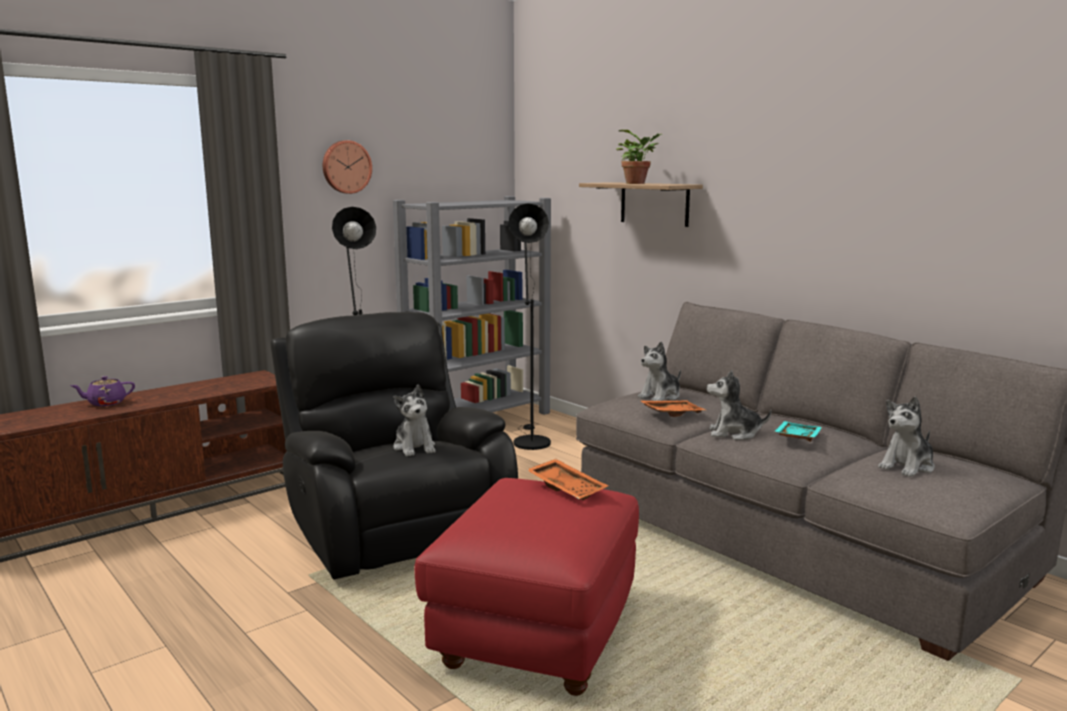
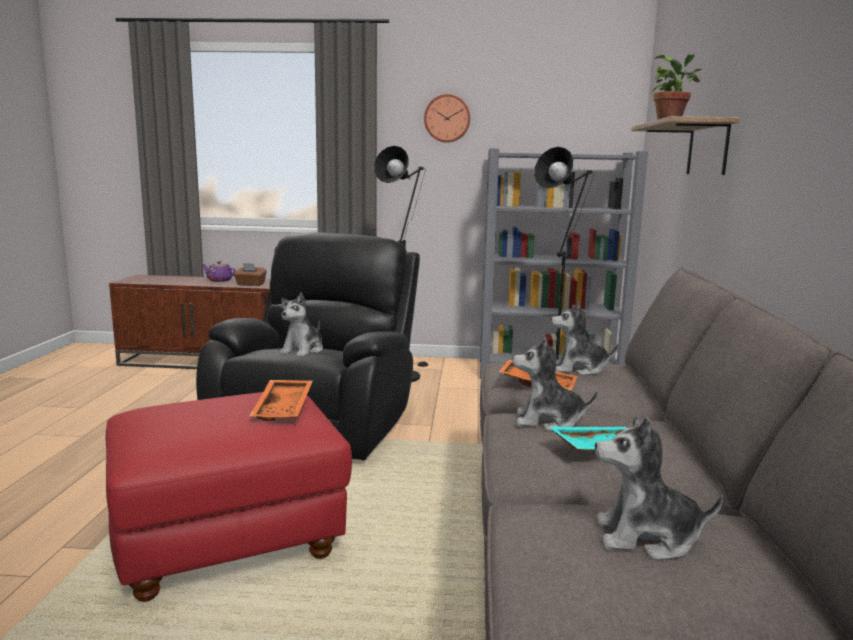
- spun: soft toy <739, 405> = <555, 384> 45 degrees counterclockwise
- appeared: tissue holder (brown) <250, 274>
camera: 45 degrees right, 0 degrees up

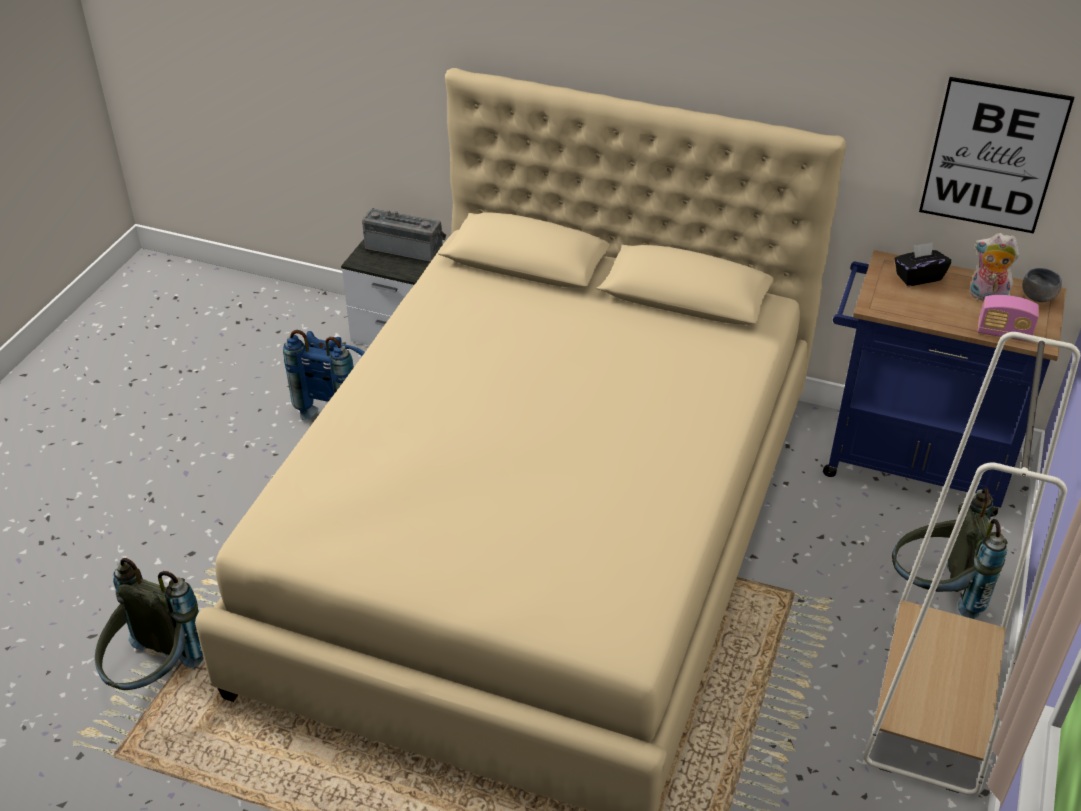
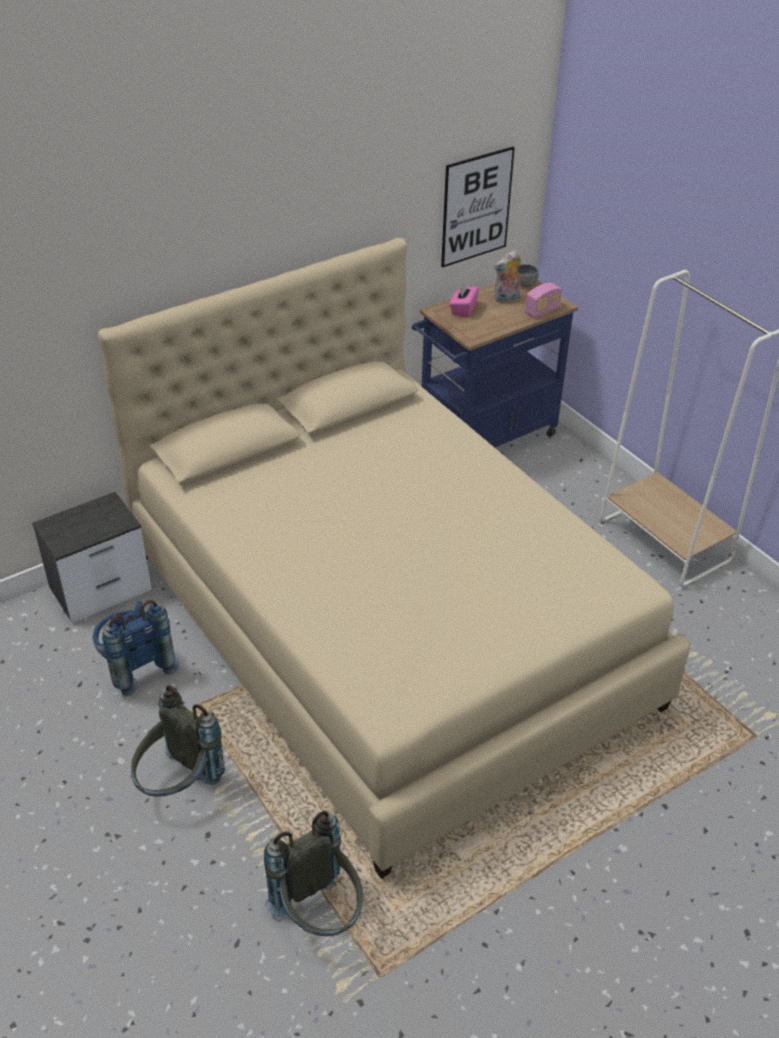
- missing: radio set <404, 235>
- relocated: knapsack (grey) <950, 553> to <178, 740>
- colour: tissue holder (black-coloured) <922, 264> to tissue holder (pink) <464, 300>
camera: 55 degrees left, 0 degrees up

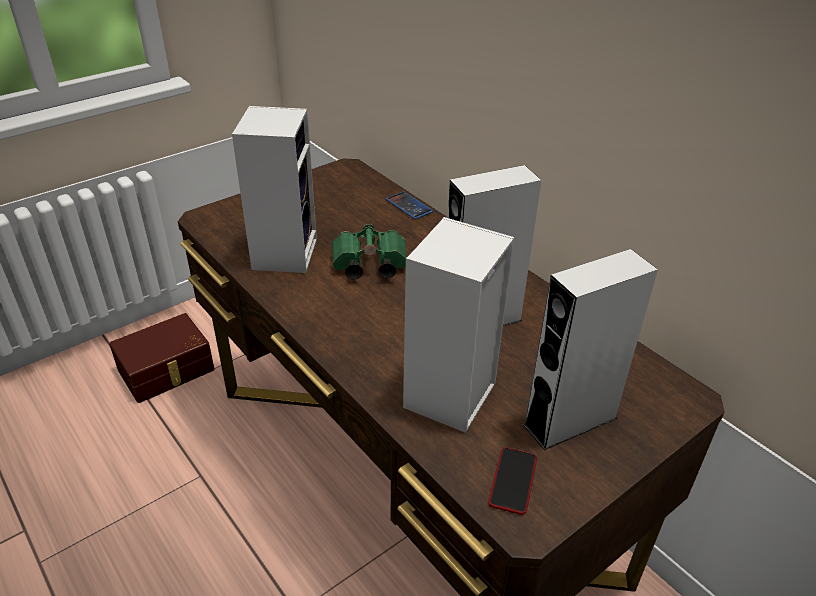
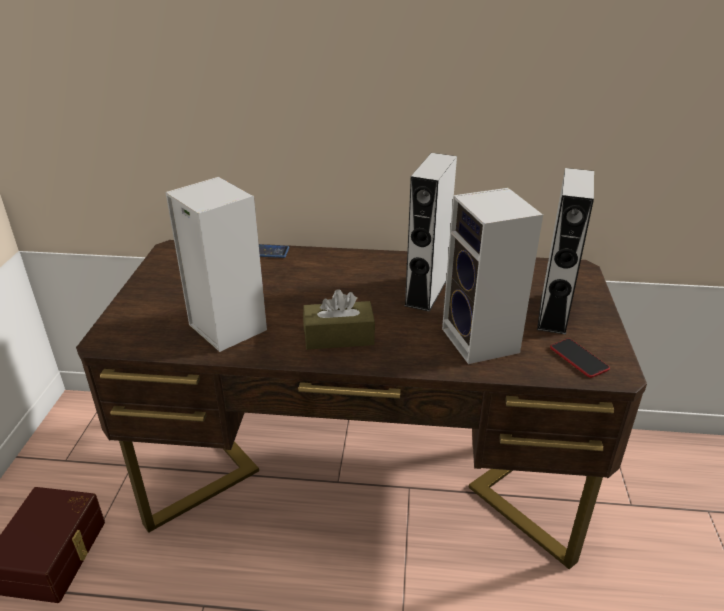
- missing: pair of binoculars (green-coloured) <369, 251>
- appeared: tissue holder (brown) <339, 319>
camera: 45 degrees left, 5 degrees down

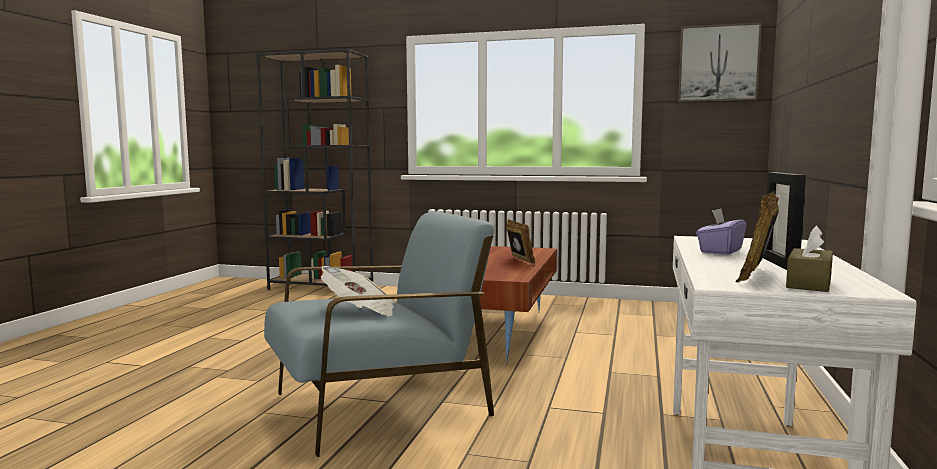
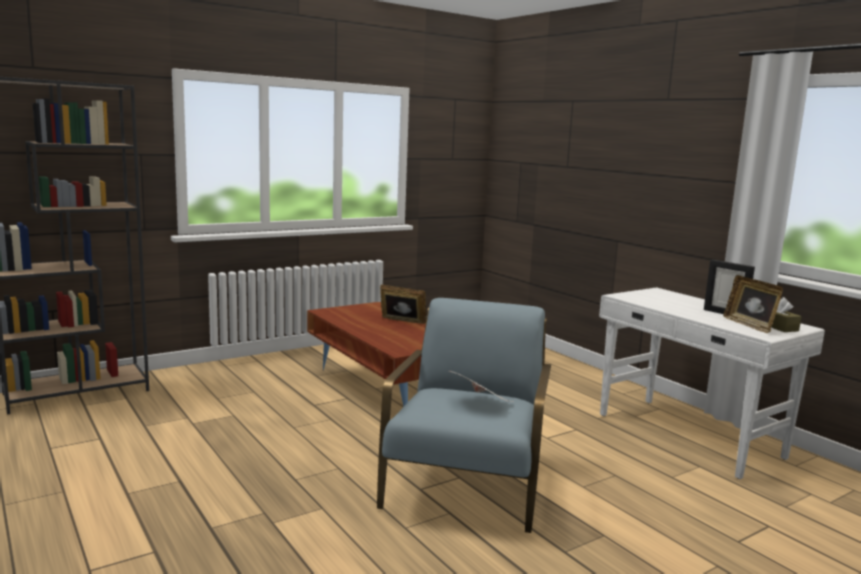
- missing: picture <720, 62>
- missing: tissue holder (purplish) <721, 231>
camera: 50 degrees left, 5 degrees up

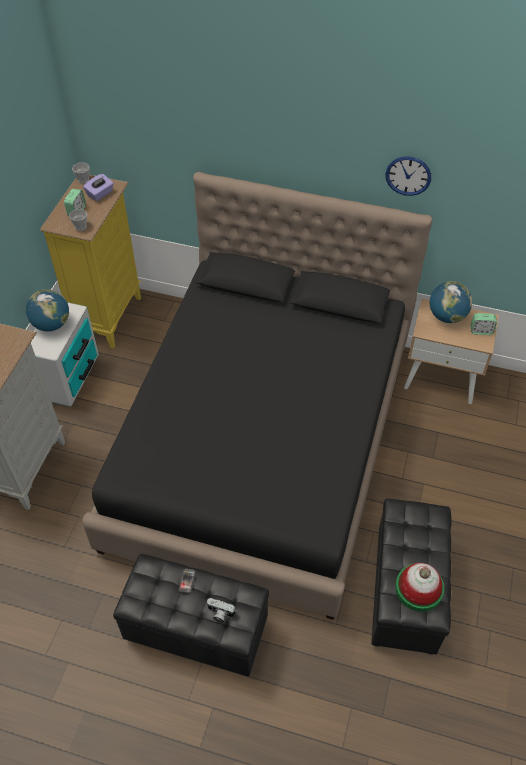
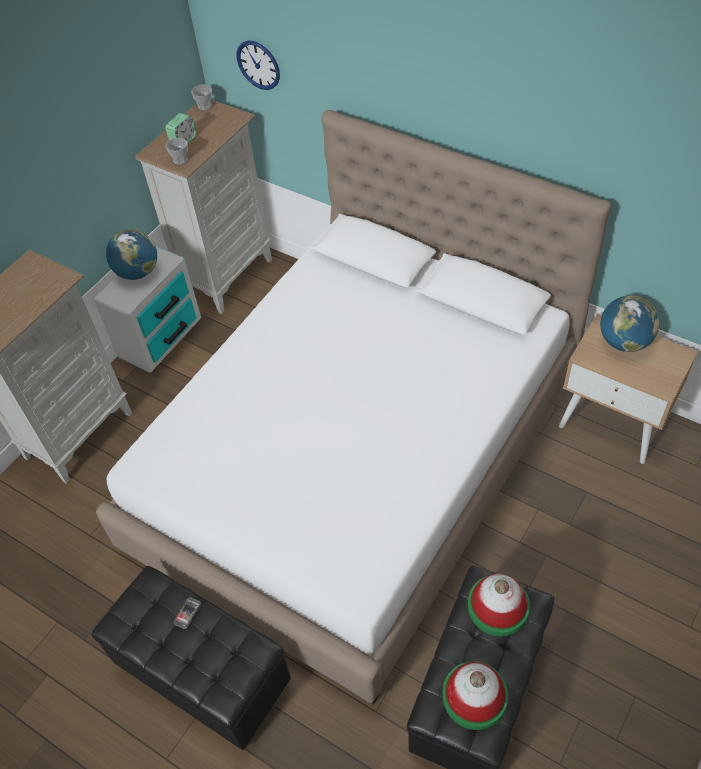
- colour: drawer chest (yellow-coloured) <90, 262> to drawer chest (white-coloured) <203, 207>
- colour: bedroom bed (black-coloured) <257, 396> to bedroom bed (white-coloured) <353, 407>
- missing: tissue holder (purplish) <98, 187>
- missing: still camera <221, 610>
- relocated: wall clock <408, 176> to <258, 65>
- missing: alarm clock <484, 324>
- appeared: hat <499, 605>
camera: 20 degrees right, 0 degrees up

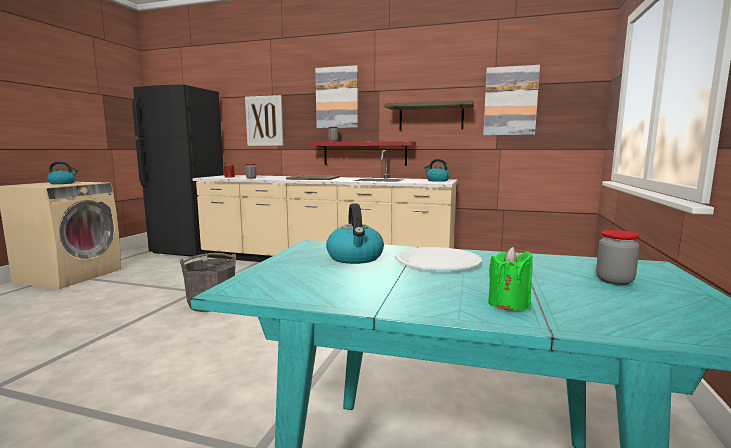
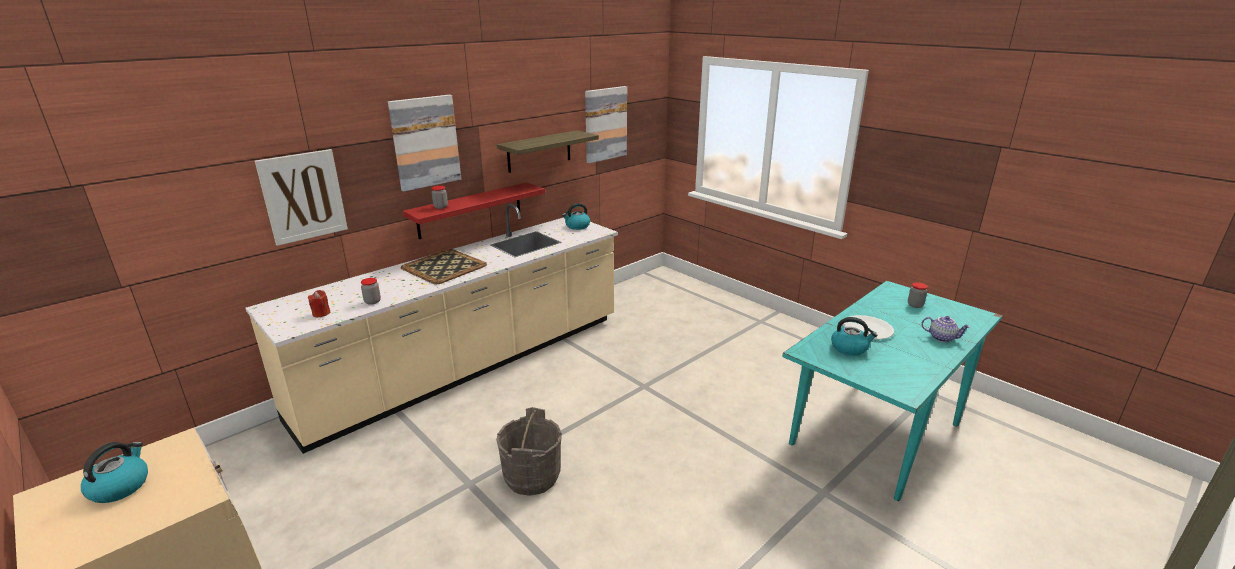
- missing: refrigerator (black-coloured) <178, 170>
- exchanged: wax light (green-coloured) <510, 279> to pot for tea <945, 329>
camera: 60 degrees left, 15 degrees up

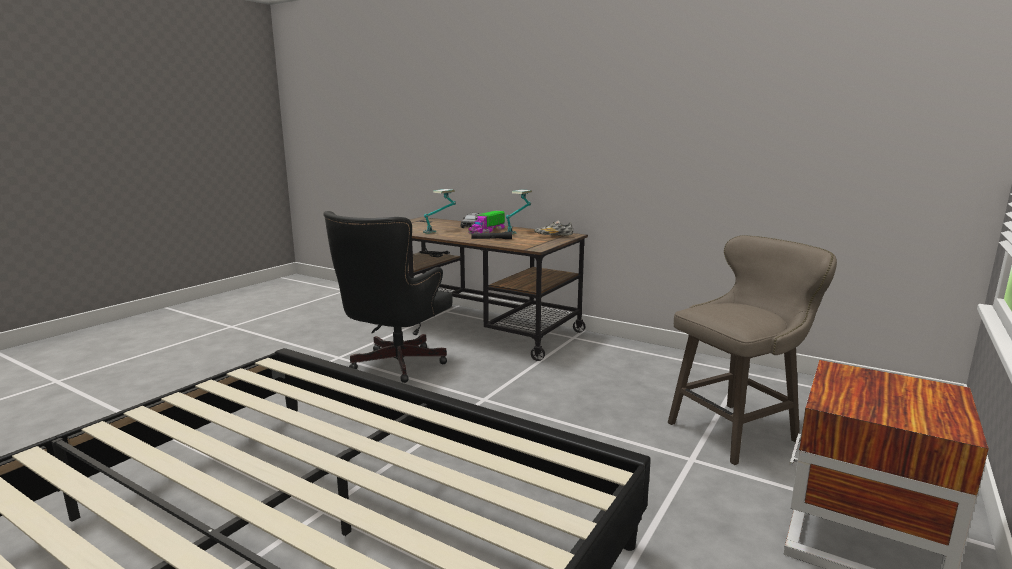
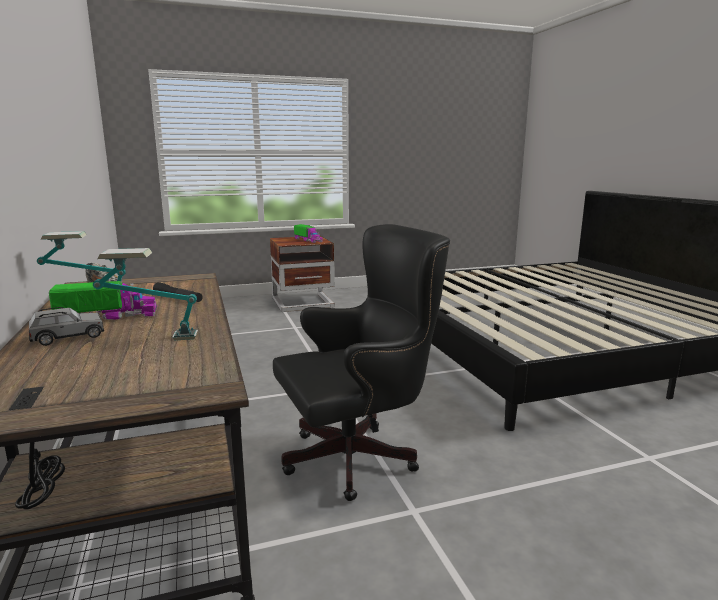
- missing: stool seat (beige-coloured) <752, 350>
- appeared: toy truck <308, 233>
camera: 140 degrees left, 0 degrees up

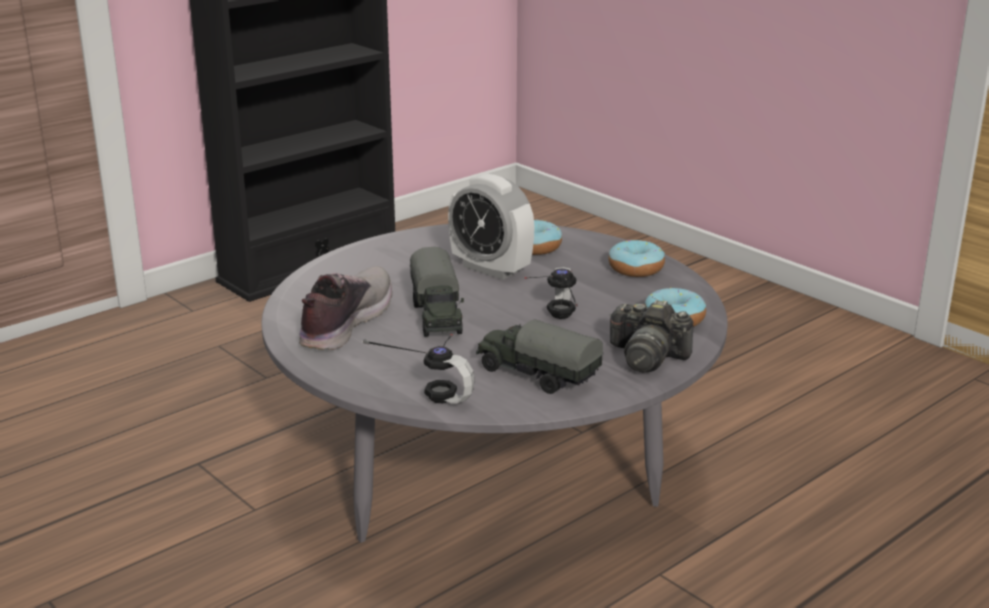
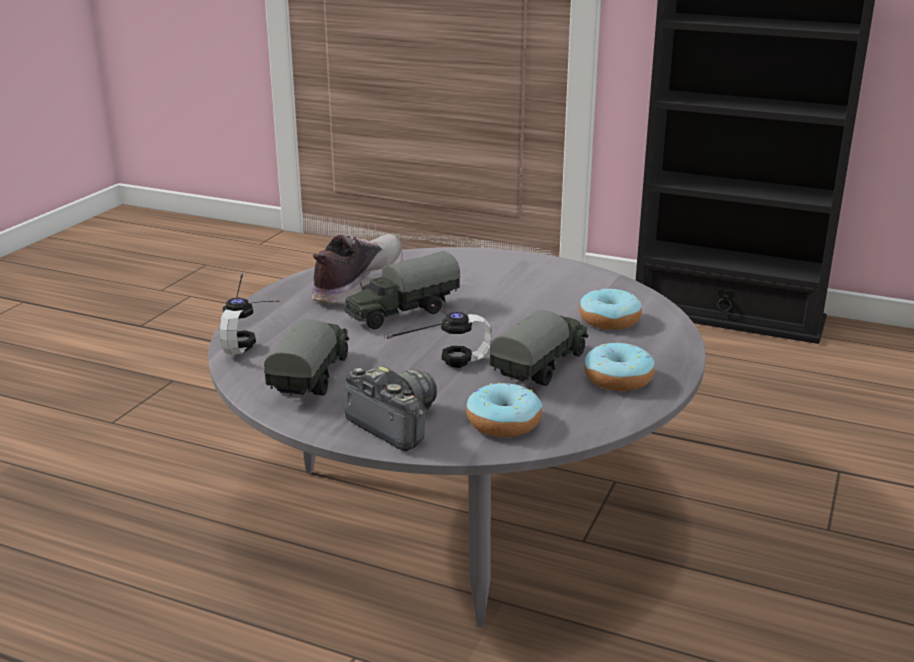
- spun: shoe <345, 308> = <357, 269> 60 degrees counterclockwise
- missing: alarm clock <491, 226>
- spun: still camera <651, 336> = <391, 408> 135 degrees clockwise
- appeared: toy truck <538, 348>
camera: 65 degrees right, 0 degrees up

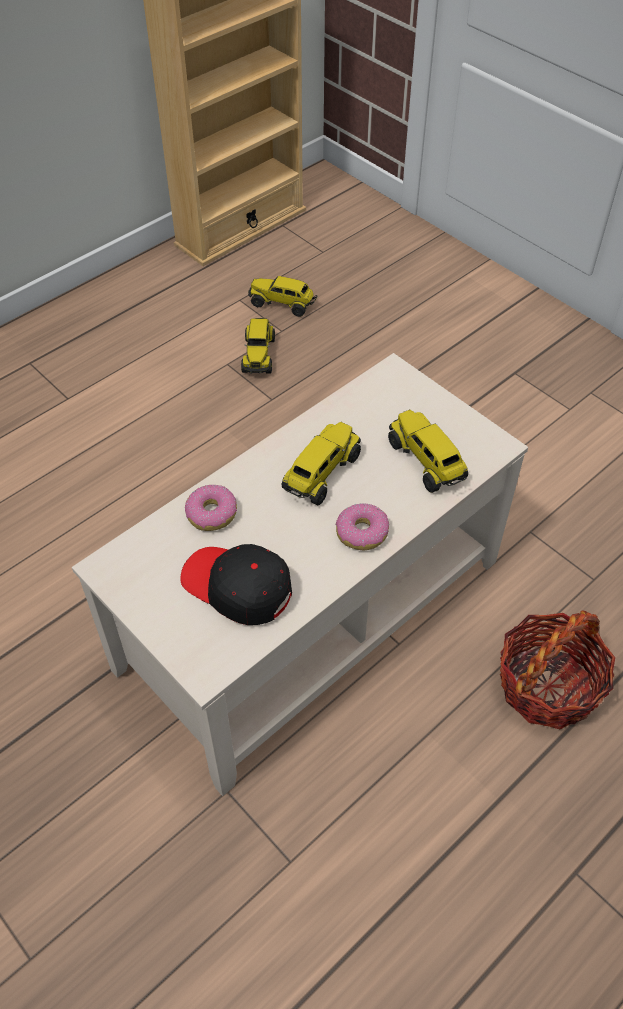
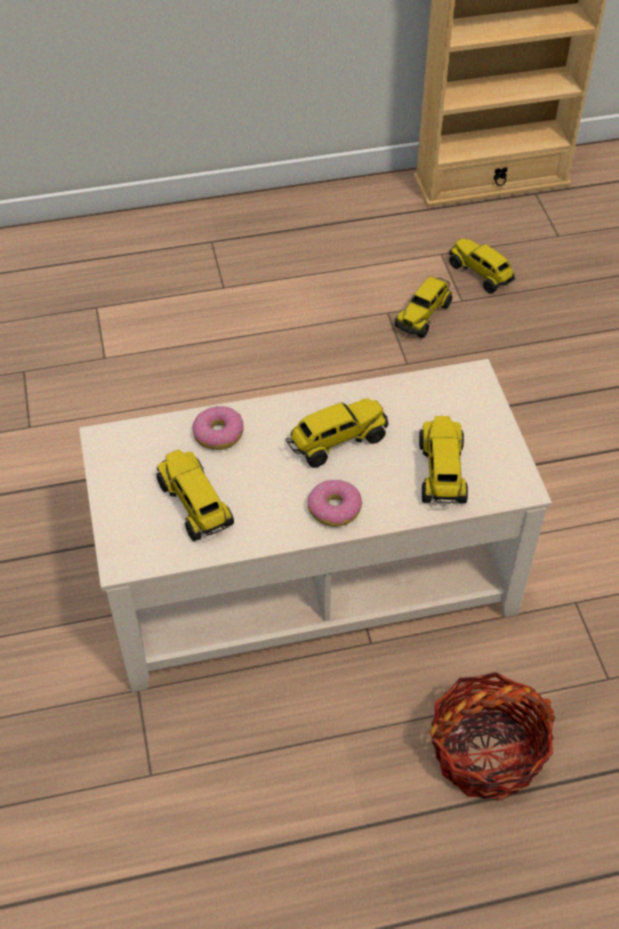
- exchanged: peaked cap (black-coloured) <236, 584> to toy truck <195, 495>
camera: 30 degrees right, 0 degrees up

